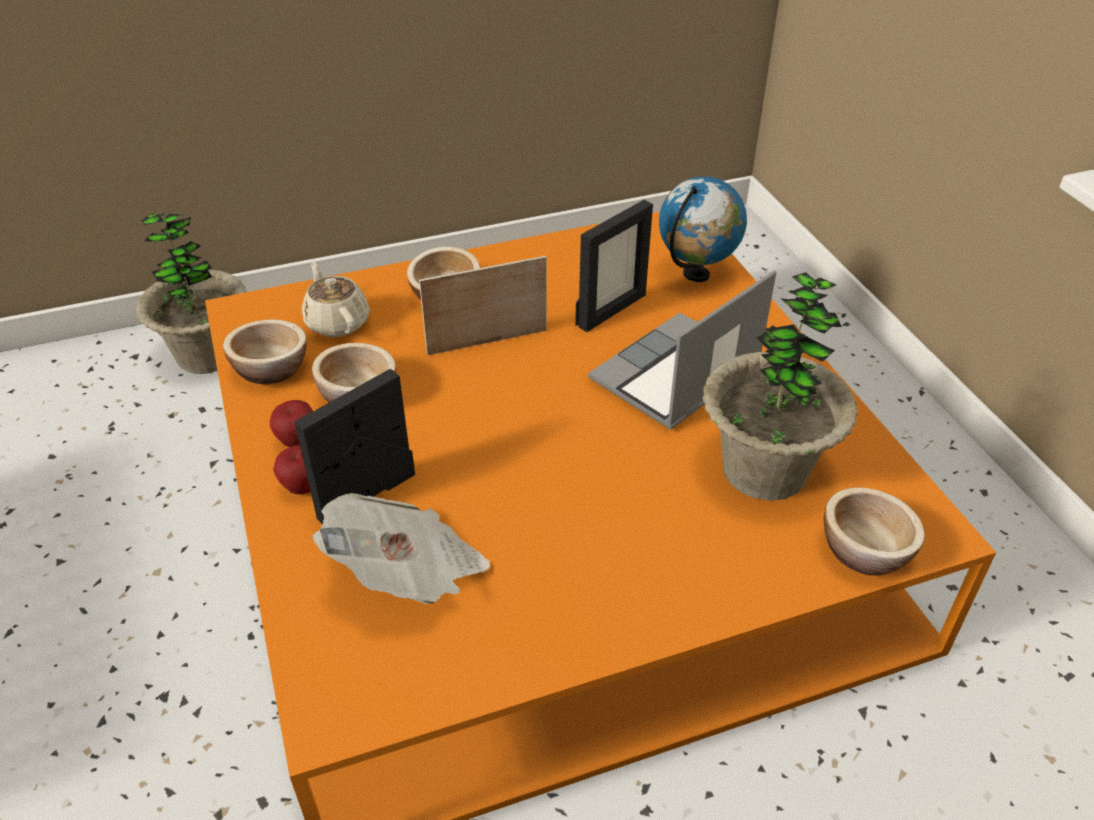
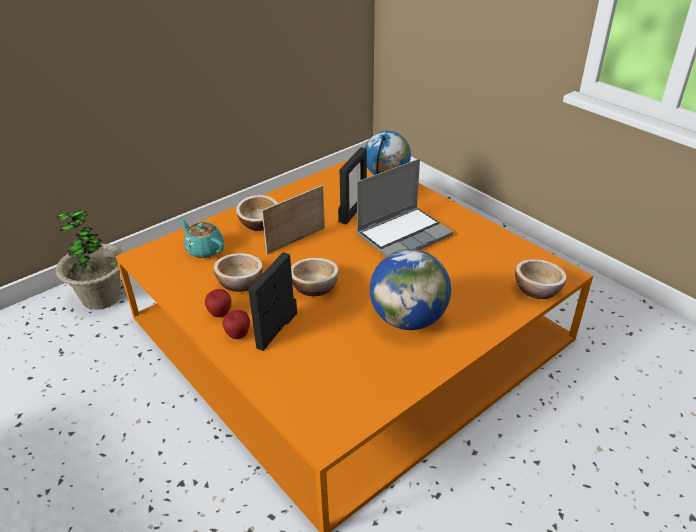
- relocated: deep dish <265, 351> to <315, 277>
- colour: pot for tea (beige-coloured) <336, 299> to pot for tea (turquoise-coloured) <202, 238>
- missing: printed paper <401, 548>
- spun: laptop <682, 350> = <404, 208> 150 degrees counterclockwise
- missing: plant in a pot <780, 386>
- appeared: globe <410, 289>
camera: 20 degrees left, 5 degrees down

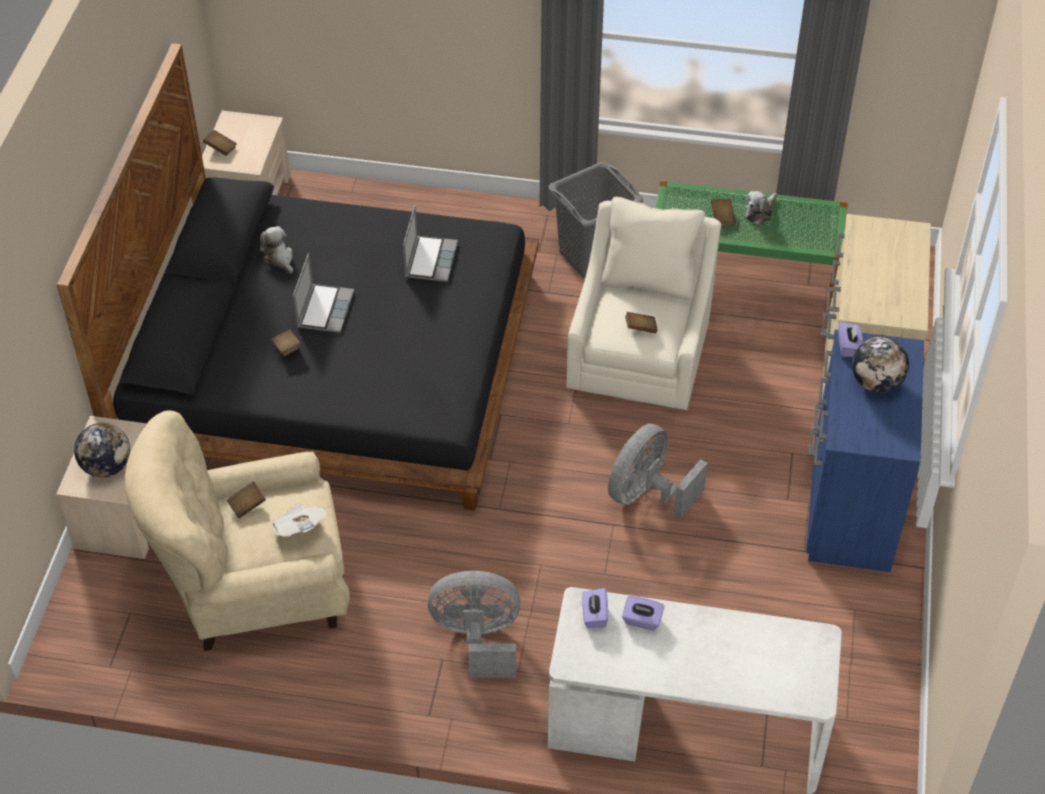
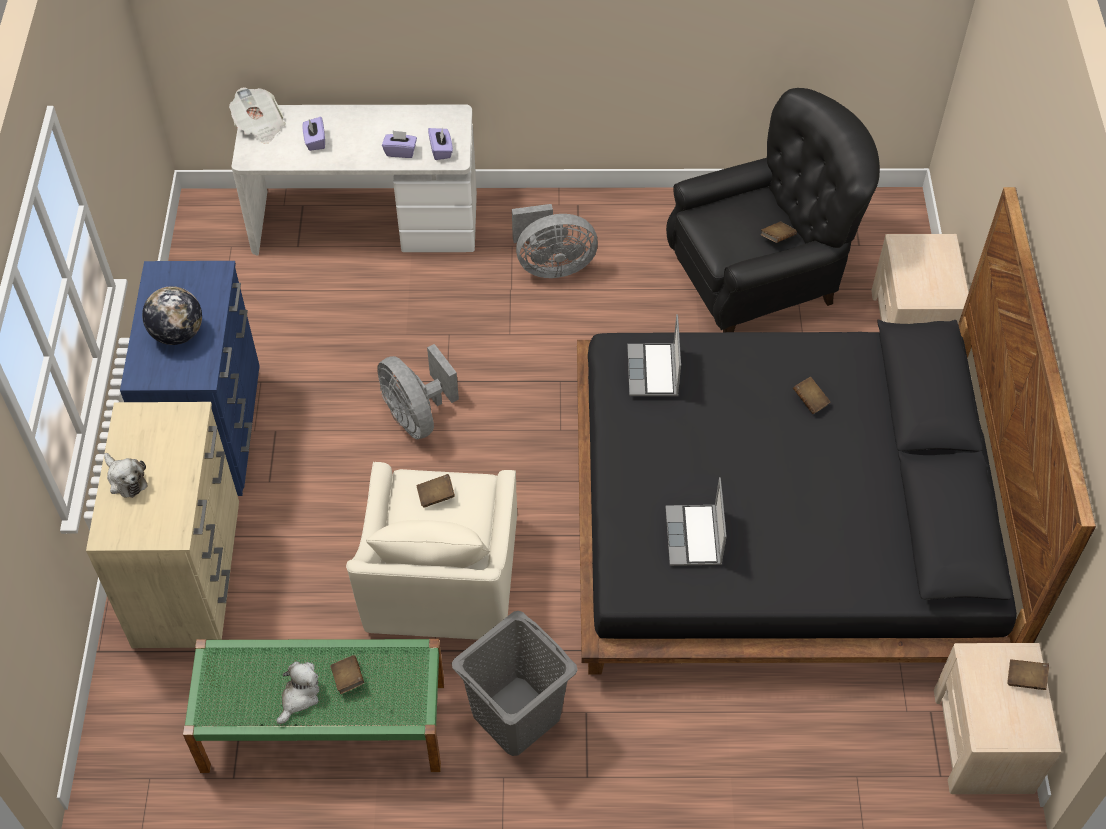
- missing: globe <102, 450>
- colour: lounge chair (beige-coloured) <237, 530> to lounge chair (black-coloured) <773, 210>
- relocated: soft toy <276, 250> to <126, 475>
- relocated: printed paper <299, 520> to <257, 115>
- relocated: laptop <323, 293> to <654, 355>
- spun: electric fan (grey) <658, 471> = <418, 391> 120 degrees clockwise
- relocated: tissue holder (purplish) <850, 339> to <313, 134>
camera: 170 degrees right, 5 degrees up

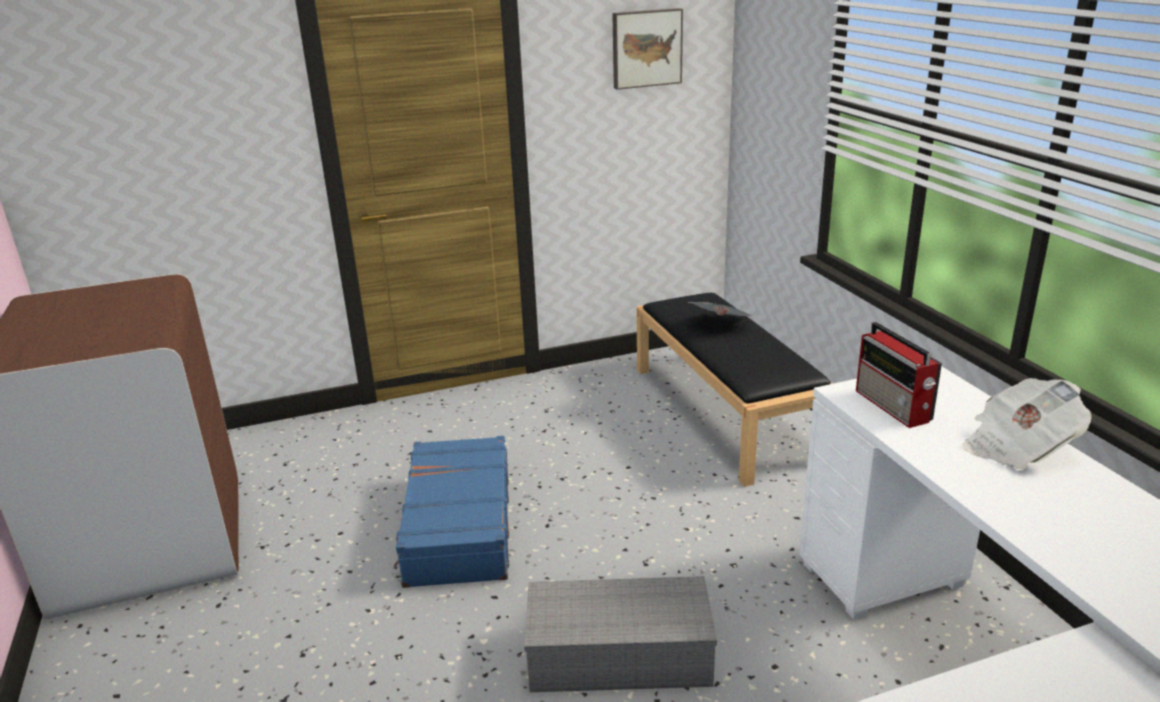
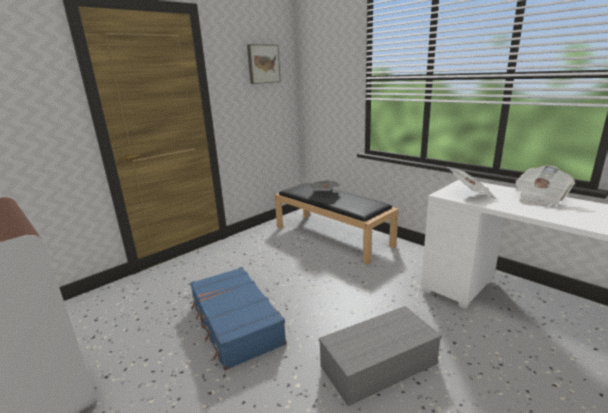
- exchanged: radio set <899, 375> to printed paper <472, 183>
camera: 25 degrees left, 5 degrees down

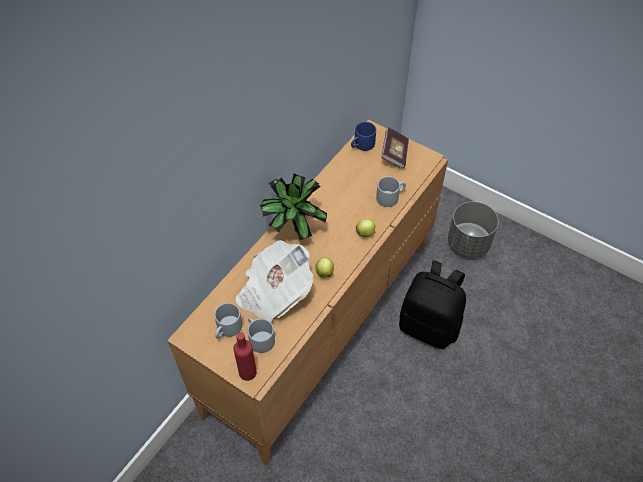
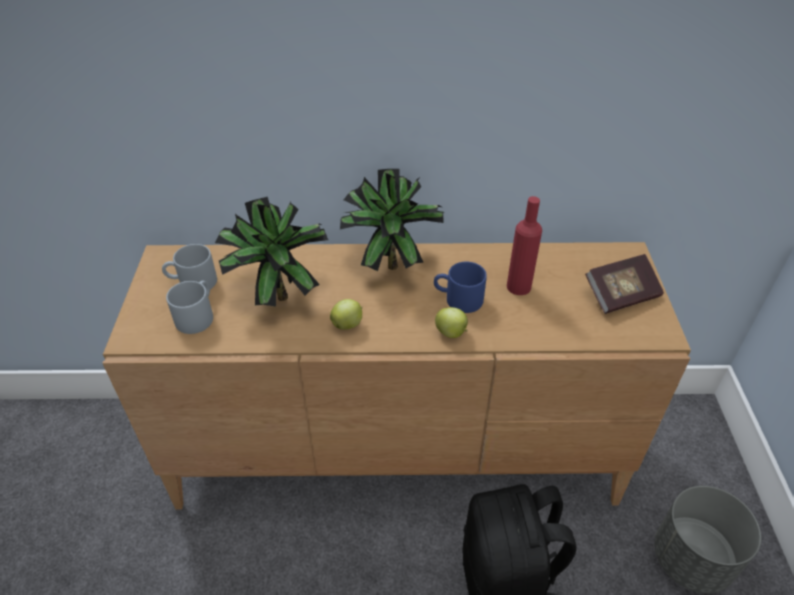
- relocated: beverage bottle (red) <245, 356> to <524, 245>
- exchanged: printed paper <274, 281> to plant in a pot <271, 252>
- relocated: mug (bluish) <363, 136> to <460, 287>
- missing: mug (grey) <391, 191>
camera: 55 degrees right, 10 degrees down

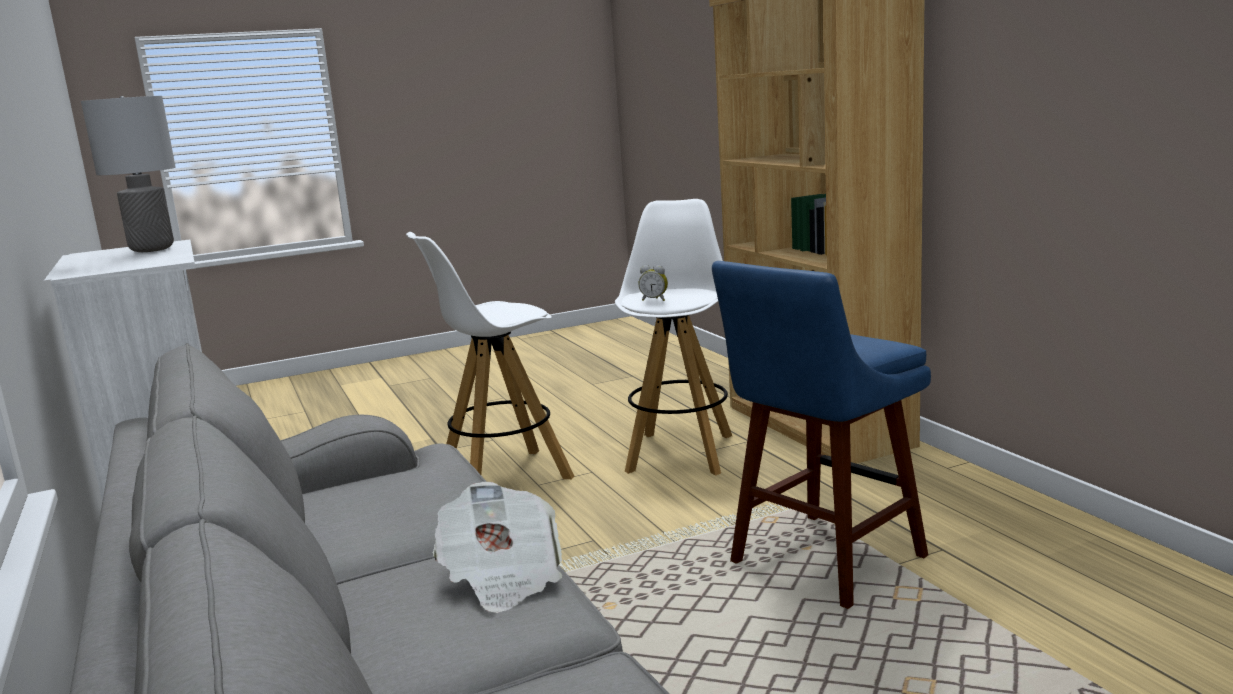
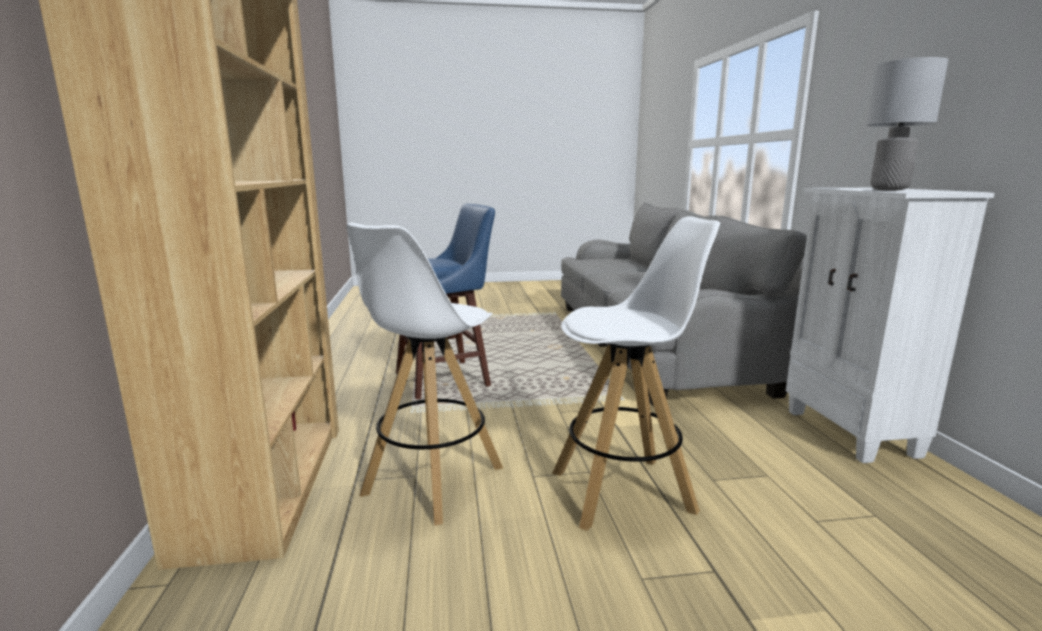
- missing: printed paper <497, 547>
- missing: alarm clock <653, 283>
camera: 165 degrees left, 0 degrees up

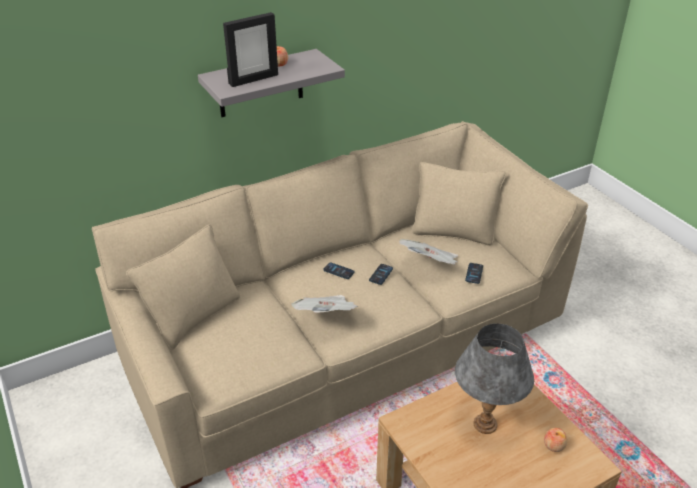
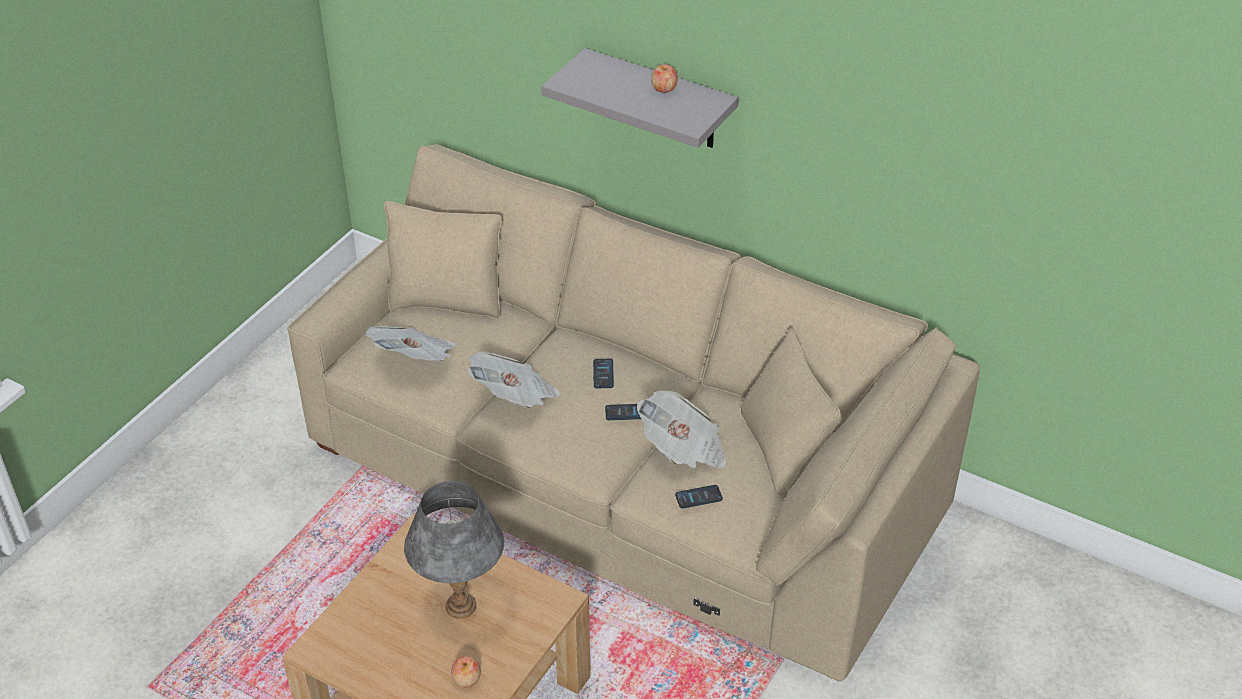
- missing: photo frame <250, 49>
- appeared: printed paper <411, 344>
camera: 60 degrees right, 5 degrees up

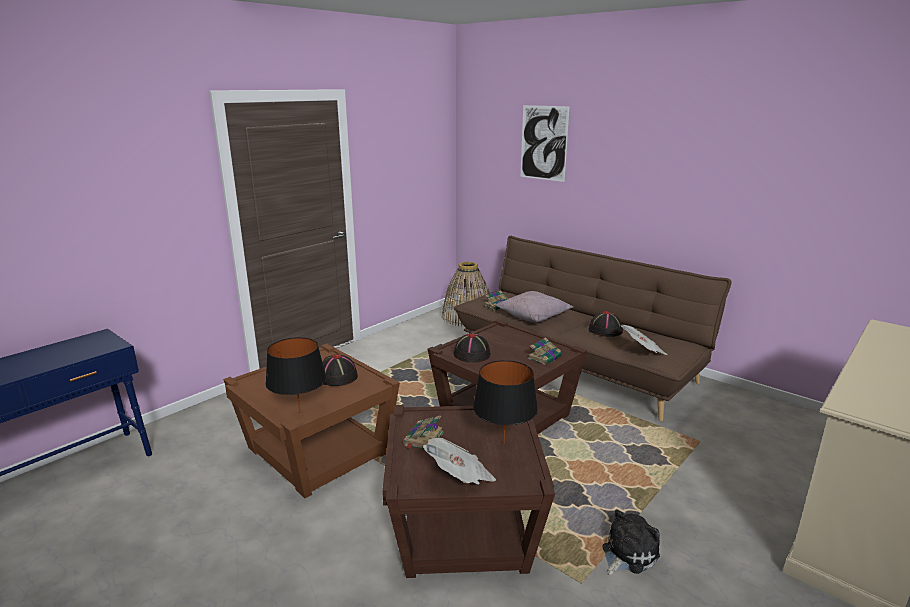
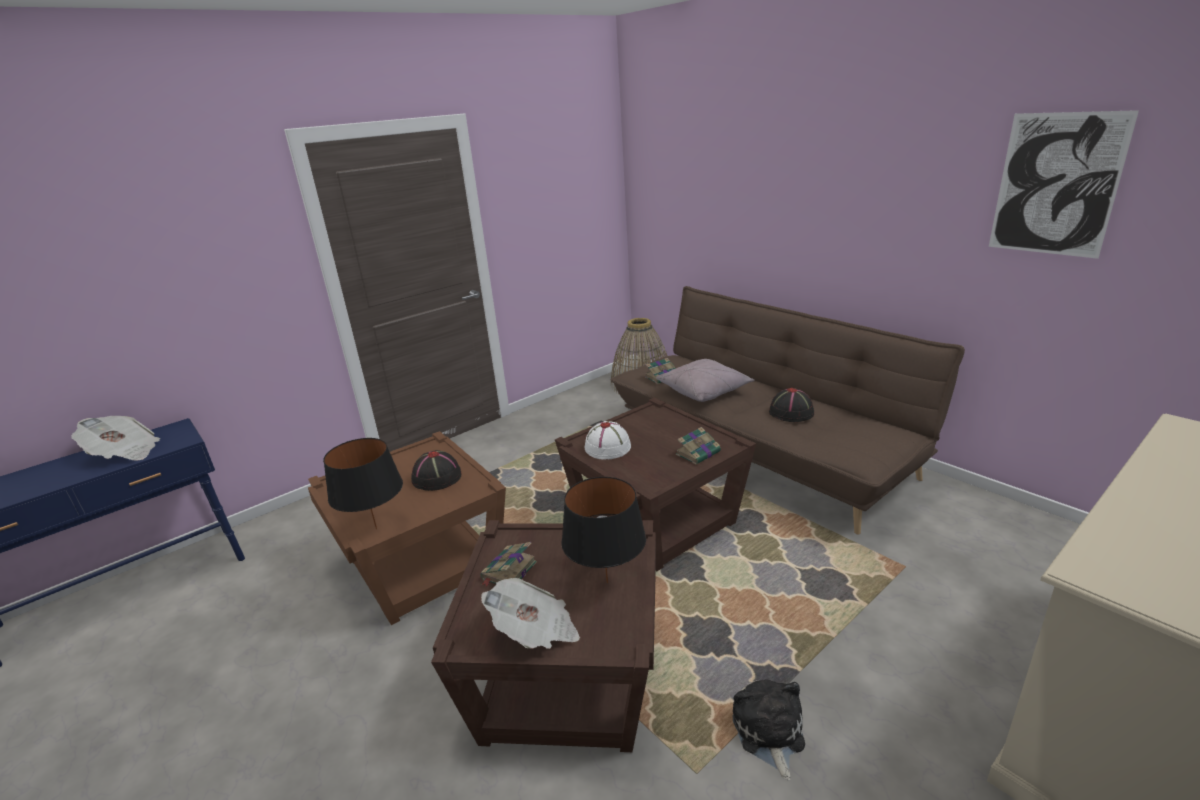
- colour: hat (black-coloured) <472, 348> to hat (white-coloured) <608, 440>
- relocated: picture <545, 143> to <1064, 184>
- spun: soft toy <631, 542> = <769, 729> 60 degrees counterclockwise
- relocated: printed paper <644, 340> to <115, 438>
camera: 10 degrees right, 5 degrees up

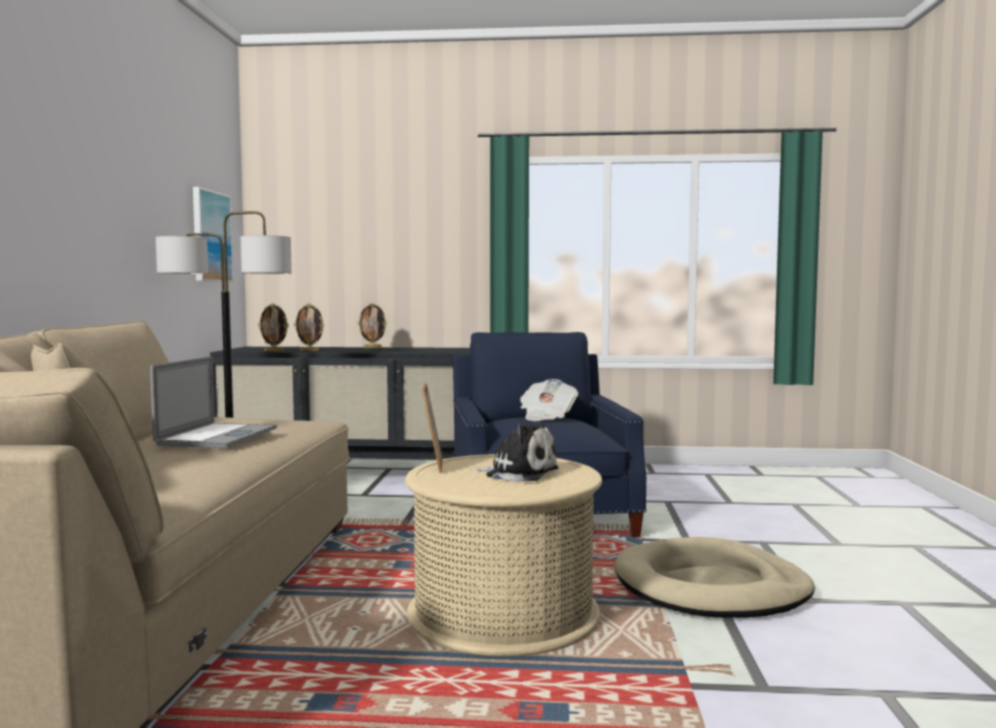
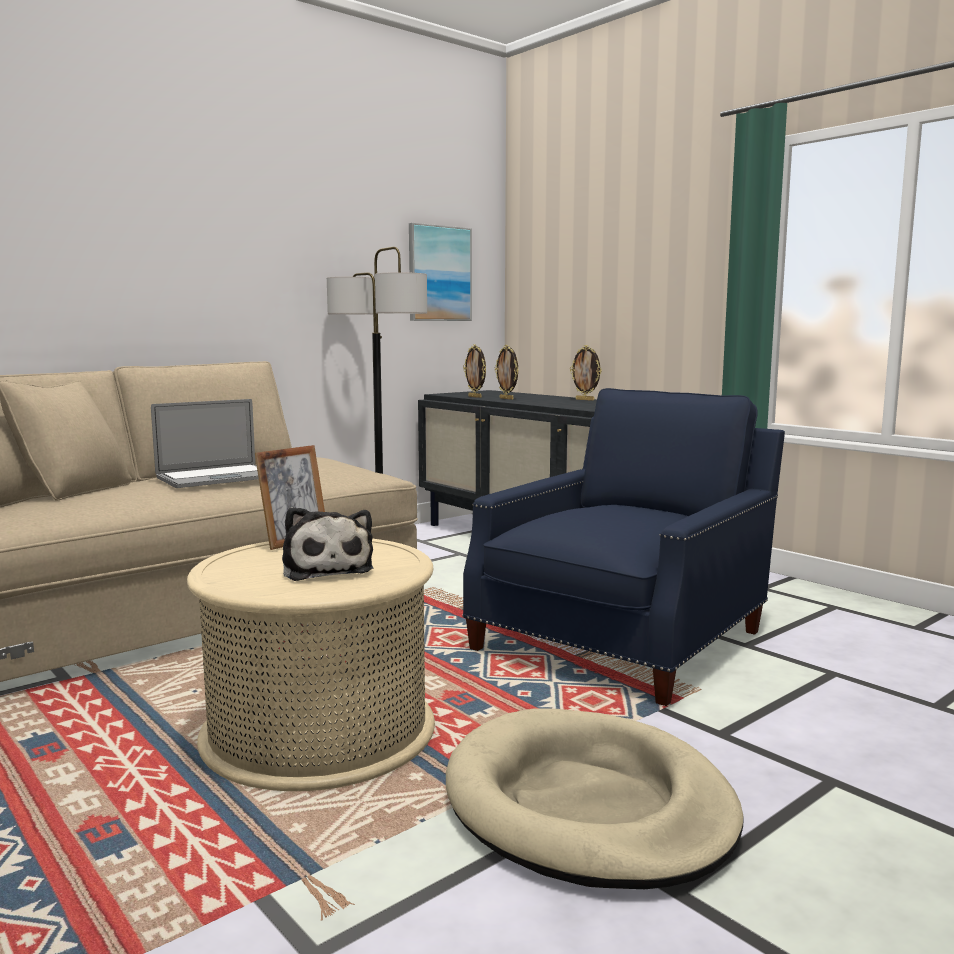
- missing: printed paper <549, 400>
camera: 45 degrees right, 5 degrees up

